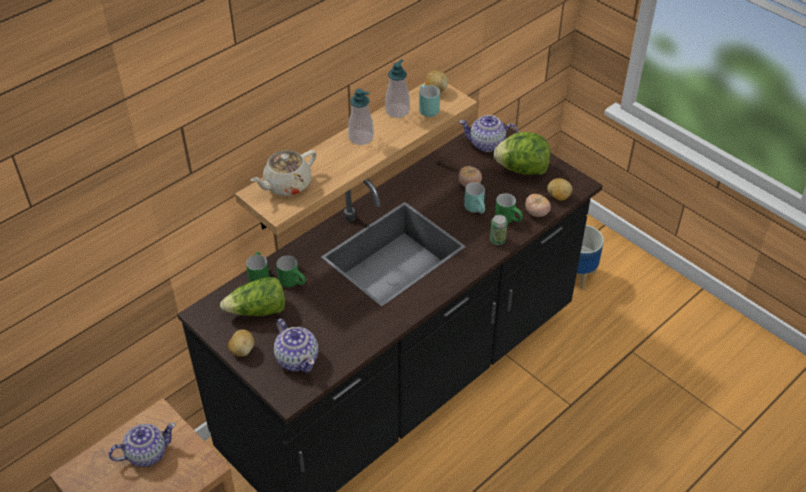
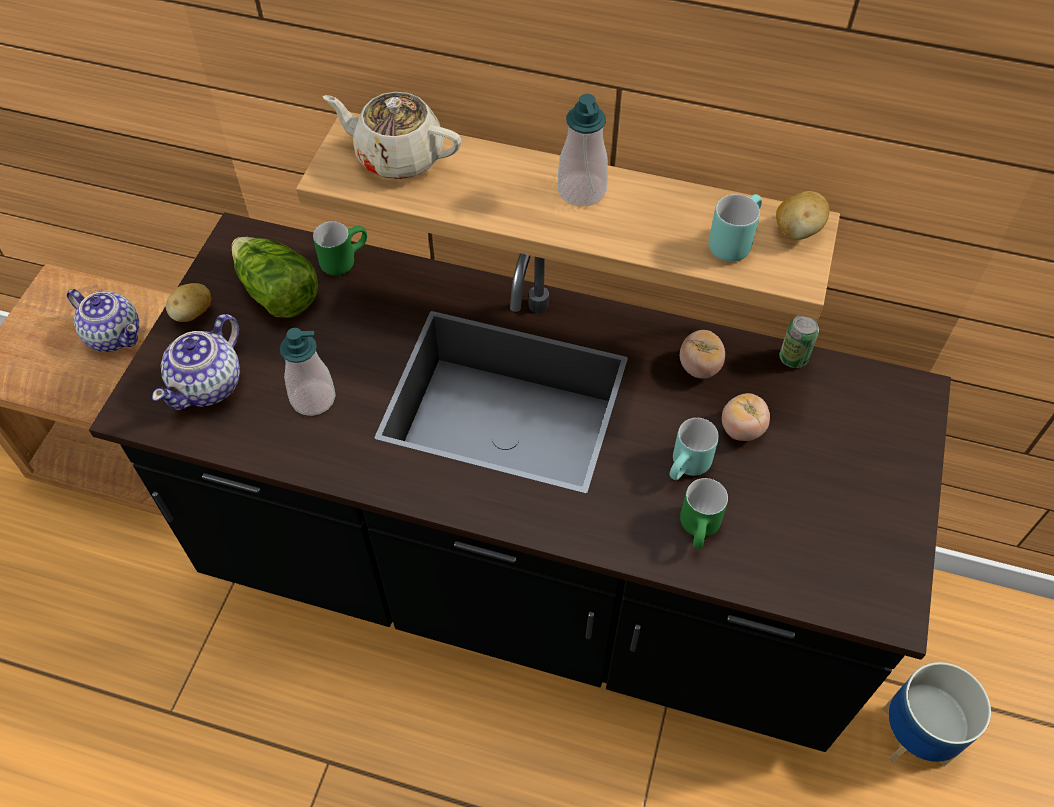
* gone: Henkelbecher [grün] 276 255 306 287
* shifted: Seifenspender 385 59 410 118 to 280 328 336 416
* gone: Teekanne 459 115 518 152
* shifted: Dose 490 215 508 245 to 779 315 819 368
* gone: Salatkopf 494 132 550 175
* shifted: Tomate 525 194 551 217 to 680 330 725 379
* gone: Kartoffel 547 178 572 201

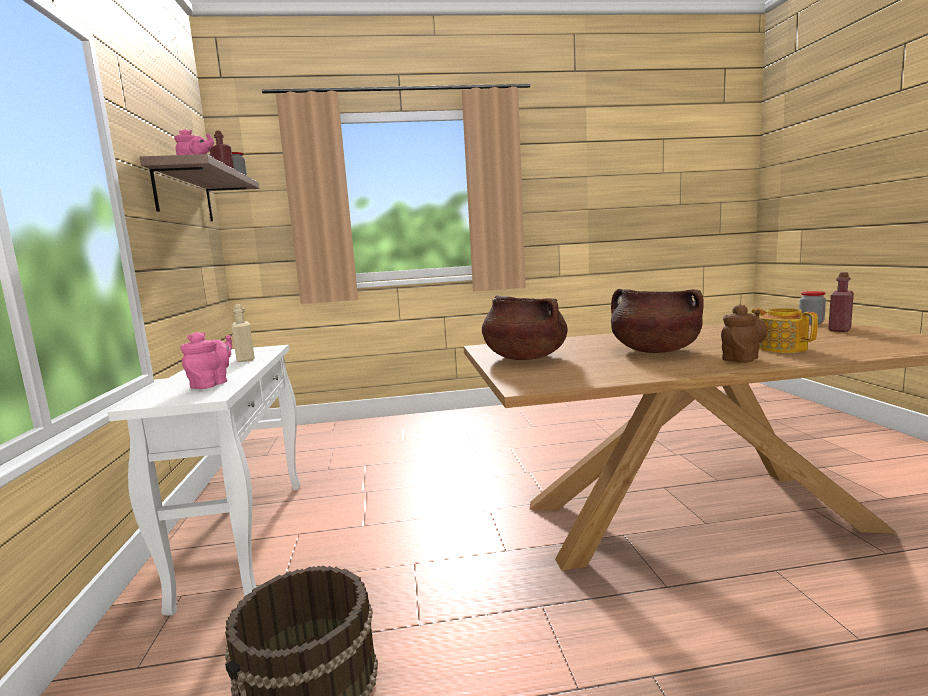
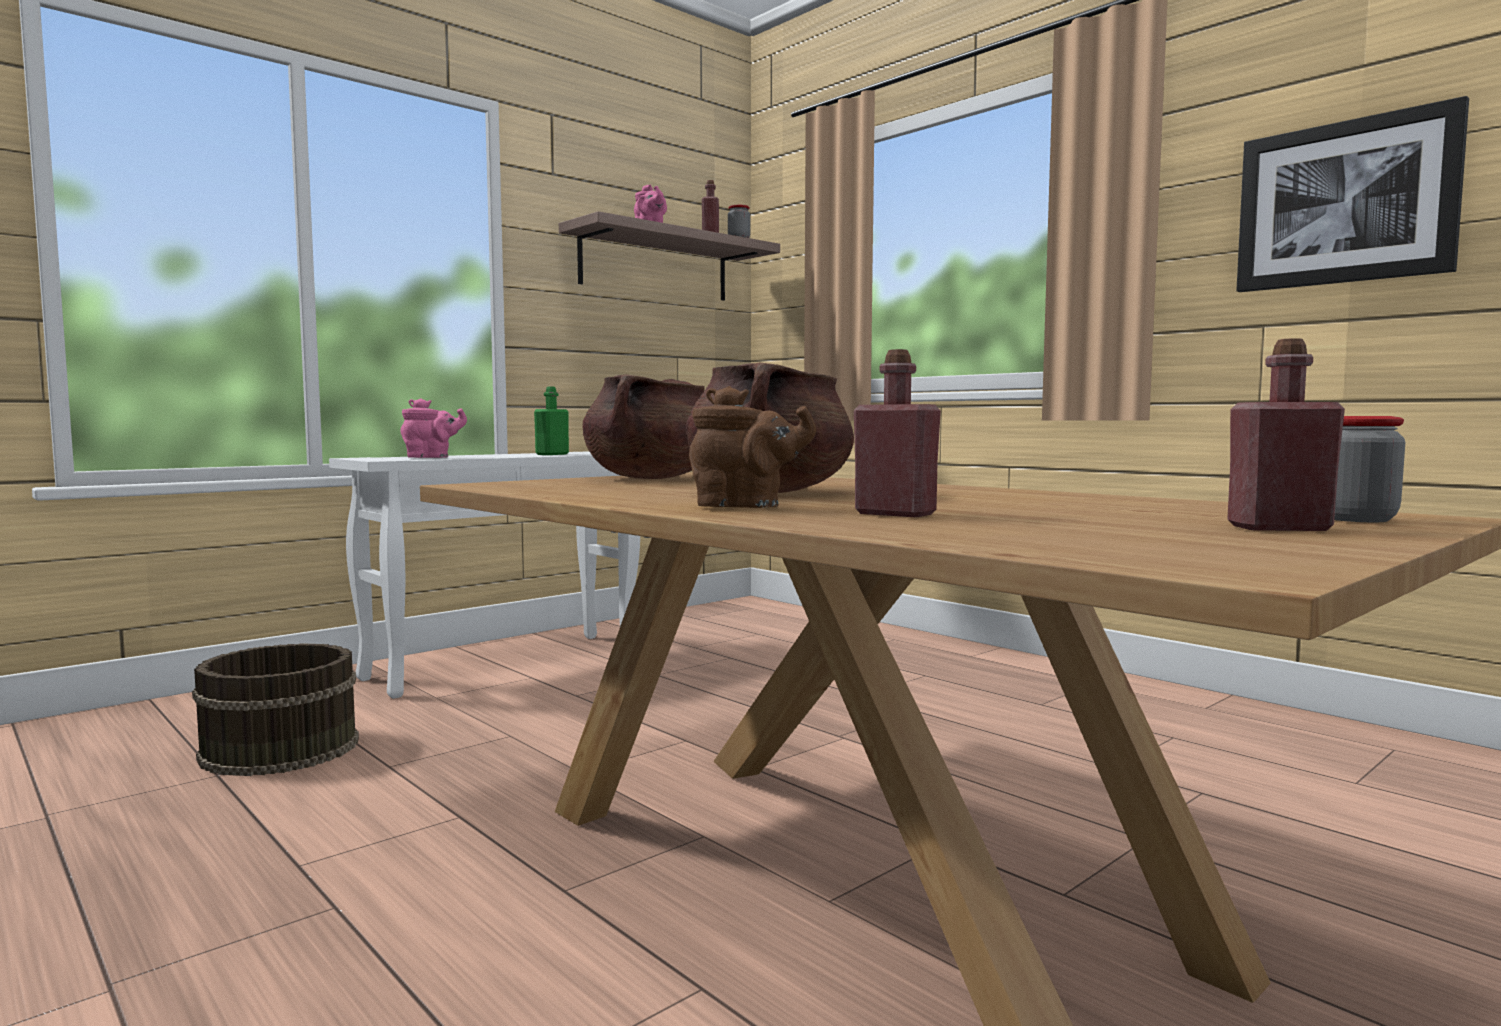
* repainted: Flasche [beige] 232 304 255 362 to Flasche [grün] 534 387 569 455
* swapped: Teekanne 752 308 818 353 to Flasche [rot] 854 349 941 517
* new: Bild 1236 96 1469 292

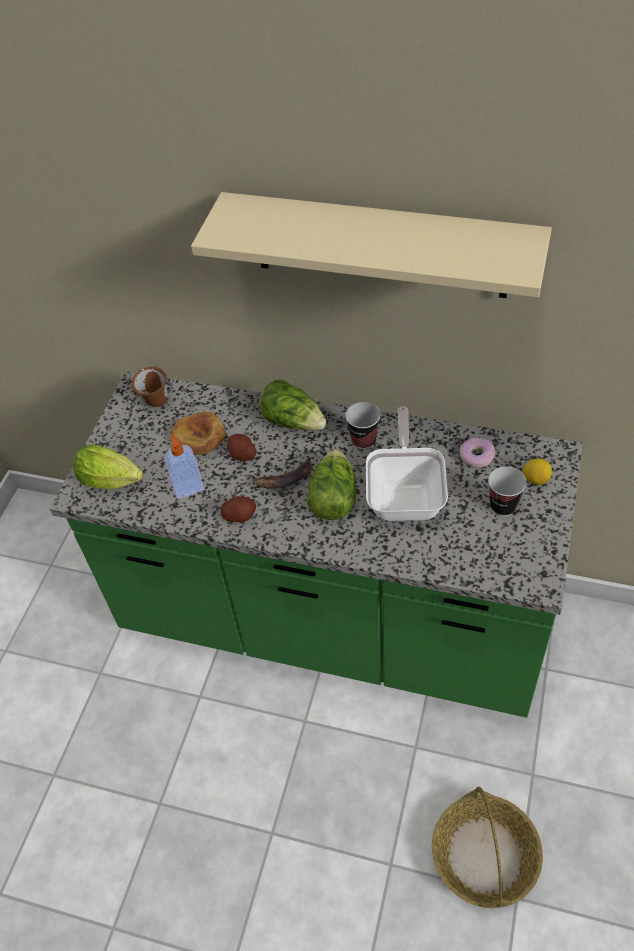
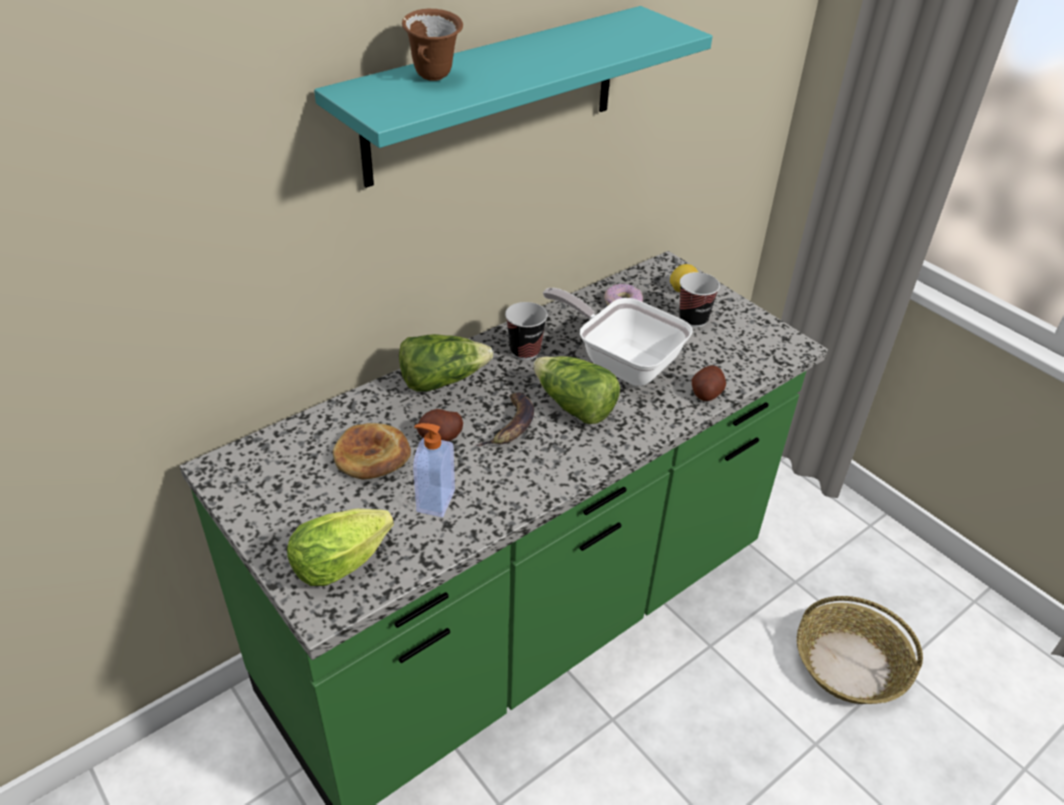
* shifted: Henkelbecher [braun] 132 366 168 407 to 402 9 463 81
* repainted: Wandregal [beige] 191 192 552 298 to Wandregal [türkis] 314 6 712 188
* shifted: Kartoffel 221 496 256 522 to 692 366 726 401

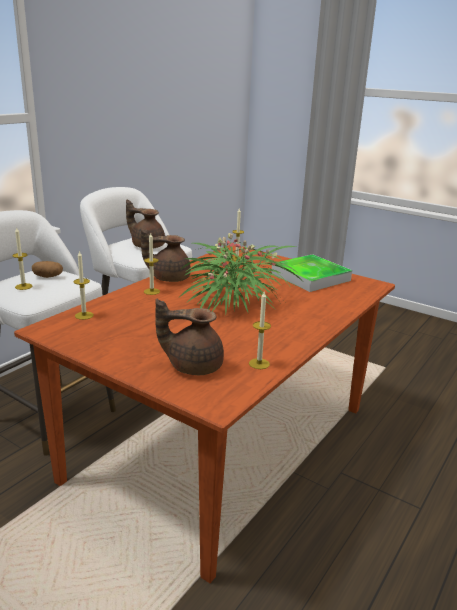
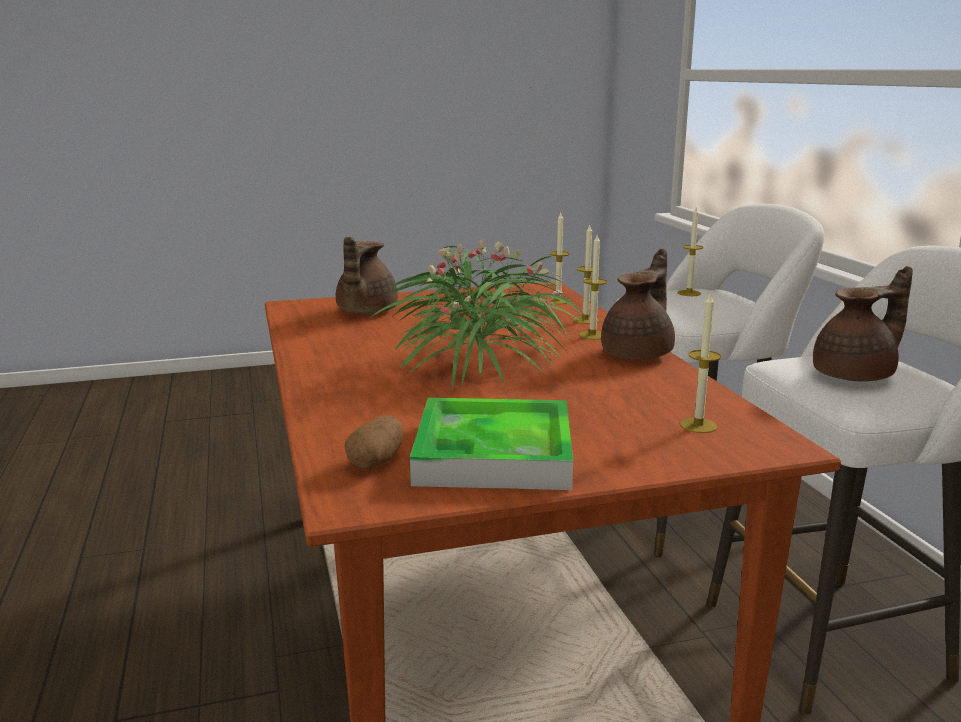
* shifted: Kartoffel 32 261 63 278 to 344 415 403 469
* rotated: Teekanne [braun] 155 299 224 375 = 336 237 398 314 150 degrees clockwise
* shifted: Kerze 249 292 271 369 to 573 224 599 324

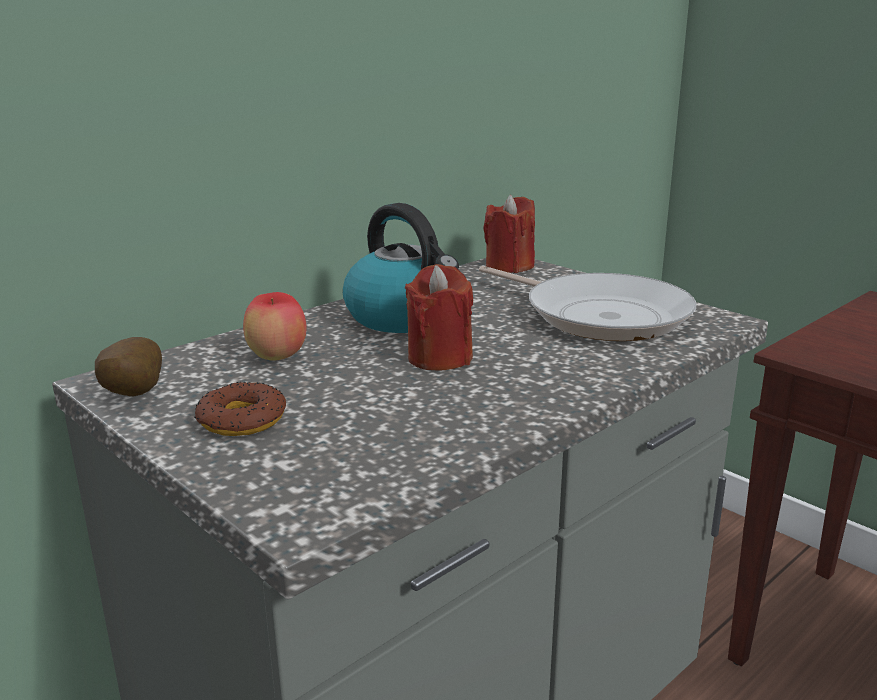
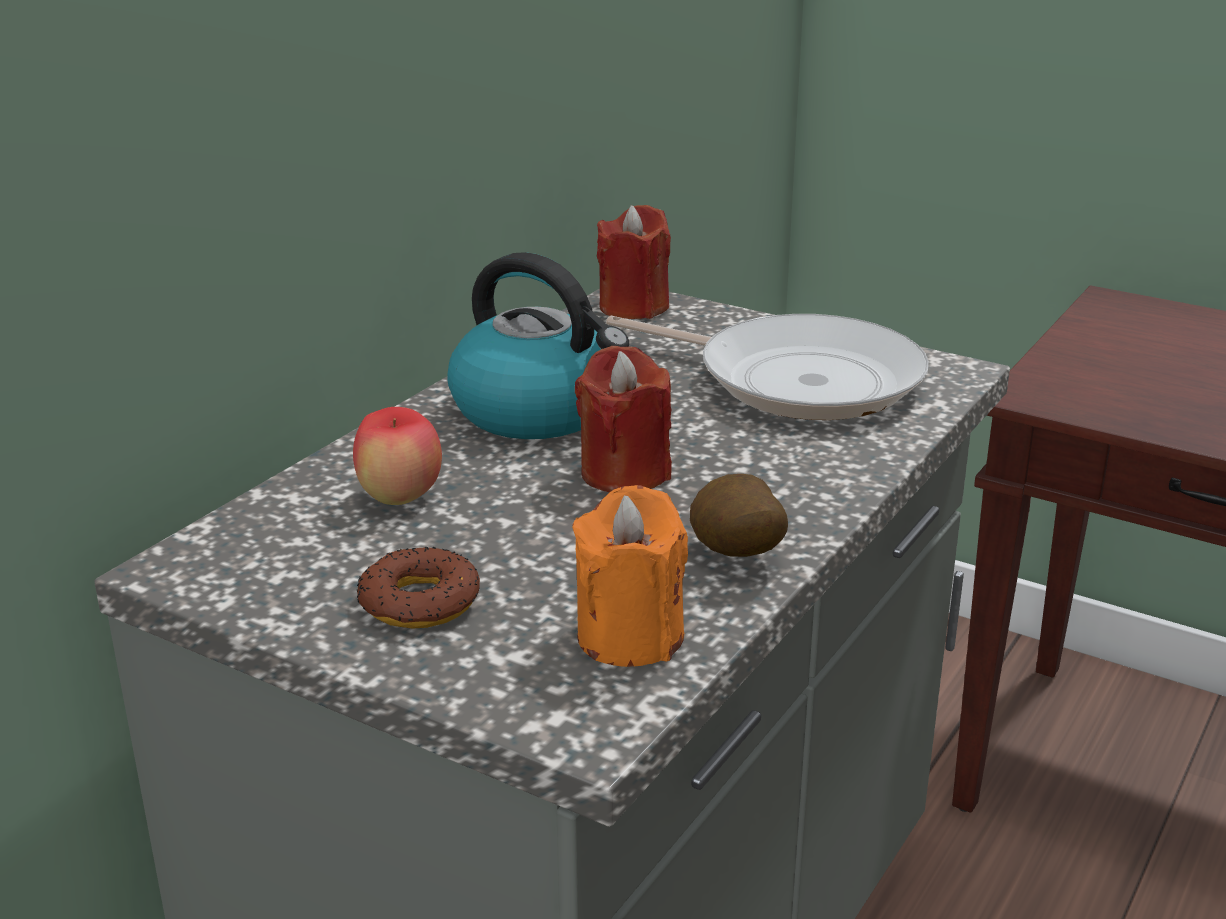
* shifted: Kartoffel 95 337 162 396 to 690 474 788 557
* new: Kerze [orange] 572 485 688 667

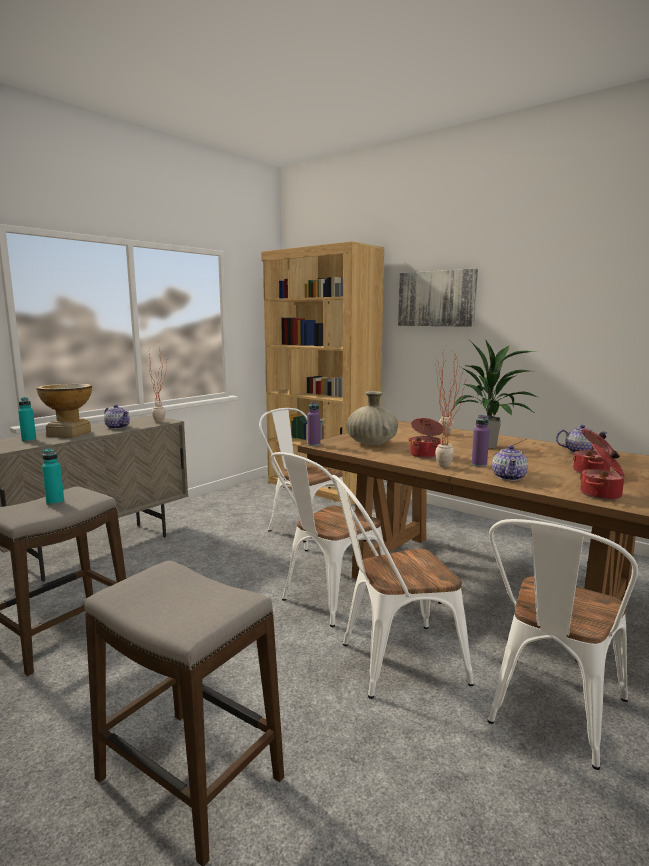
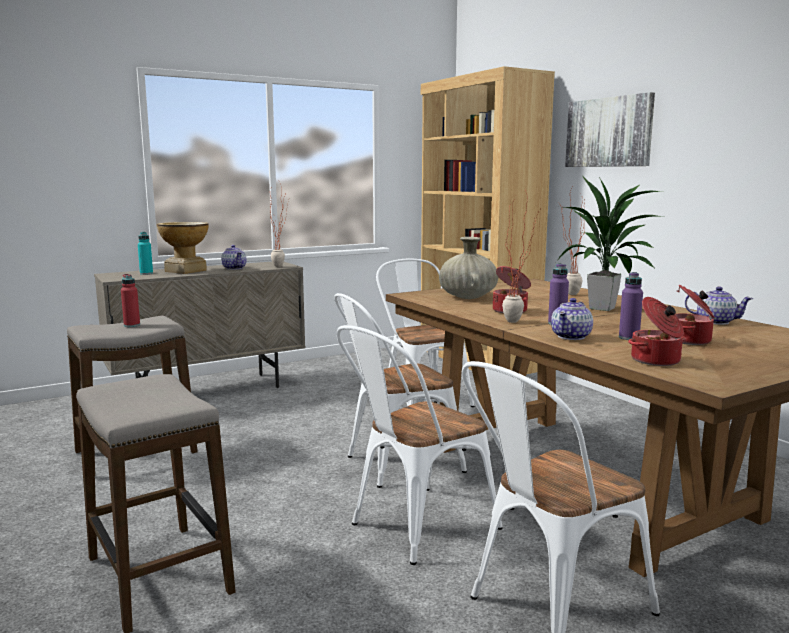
* repainted: Flasche [türkis] 42 449 64 505 to Flasche [rot] 121 274 140 327
* shifted: Flasche [lila] 307 401 320 446 to 619 272 643 340
* rotated: Stuhl [weiß] 332 475 474 699 = 337 325 502 565 45 degrees counterclockwise

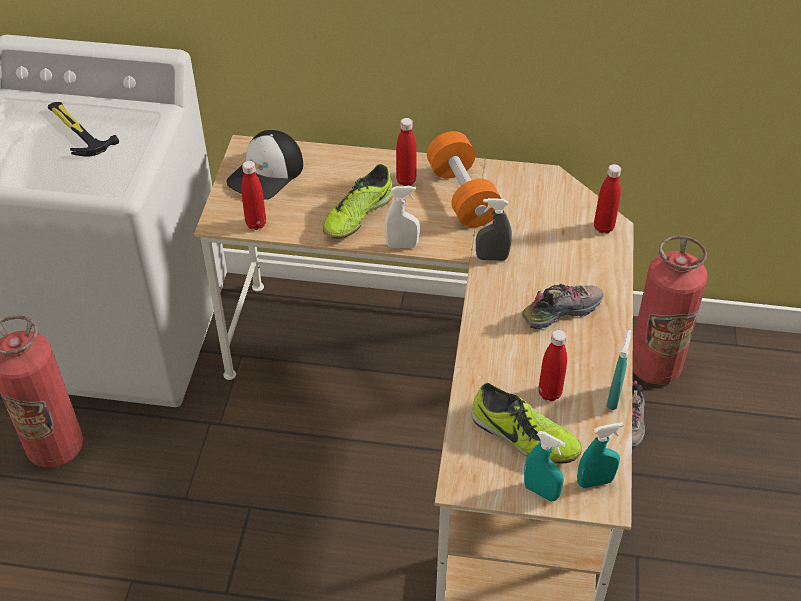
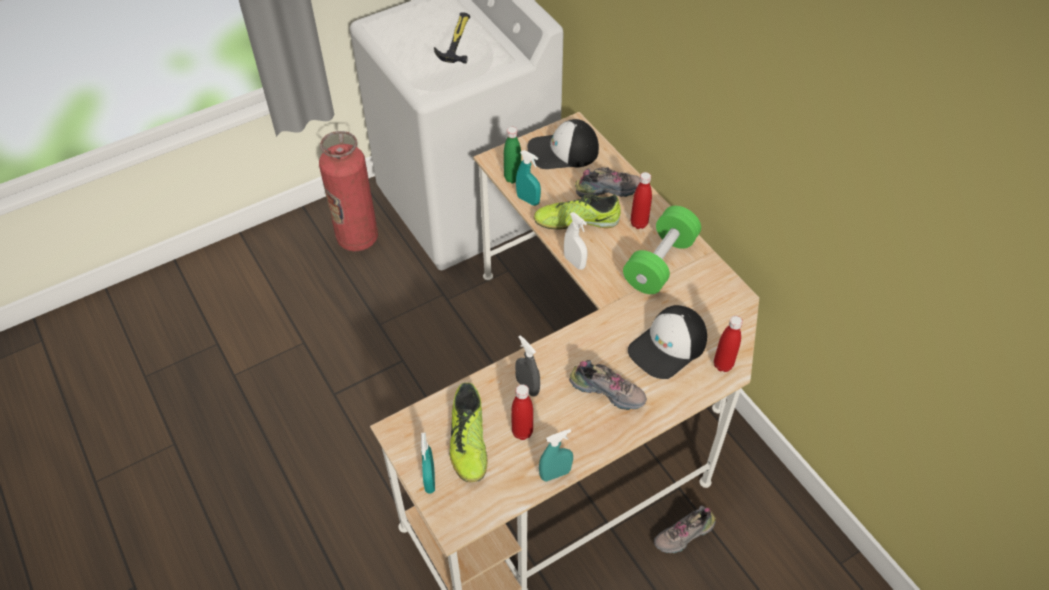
* repainted: Flasche [rot] 241 161 266 230 to Flasche [grün] 504 127 521 183
* repainted: Hantel [orange] 427 131 501 227 to Hantel [grün] 623 206 701 294
* shifted: Sprühflasche [grau] 476 198 512 261 to 515 335 540 396
* shifted: Sprühflasche [türkis] 577 422 624 488 to 516 150 541 206
* gone: Feuerlöscher 632 235 708 384
* new: Schuh 575 167 640 197
* new: Kappe 628 305 707 379

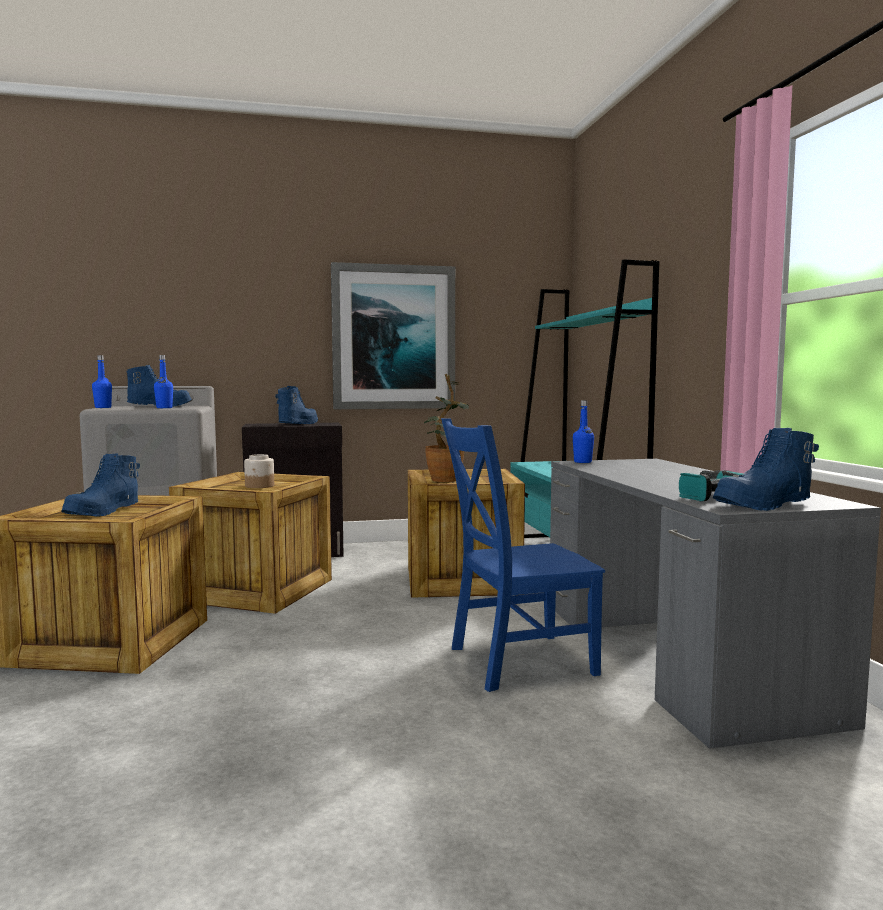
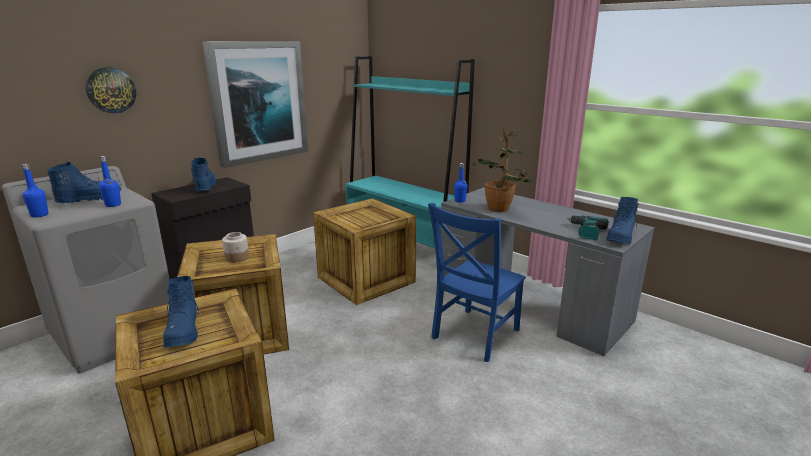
* shifted: Topfpflanze 424 374 469 482 to 473 128 533 212
* new: Wanduhr 86 67 136 114

